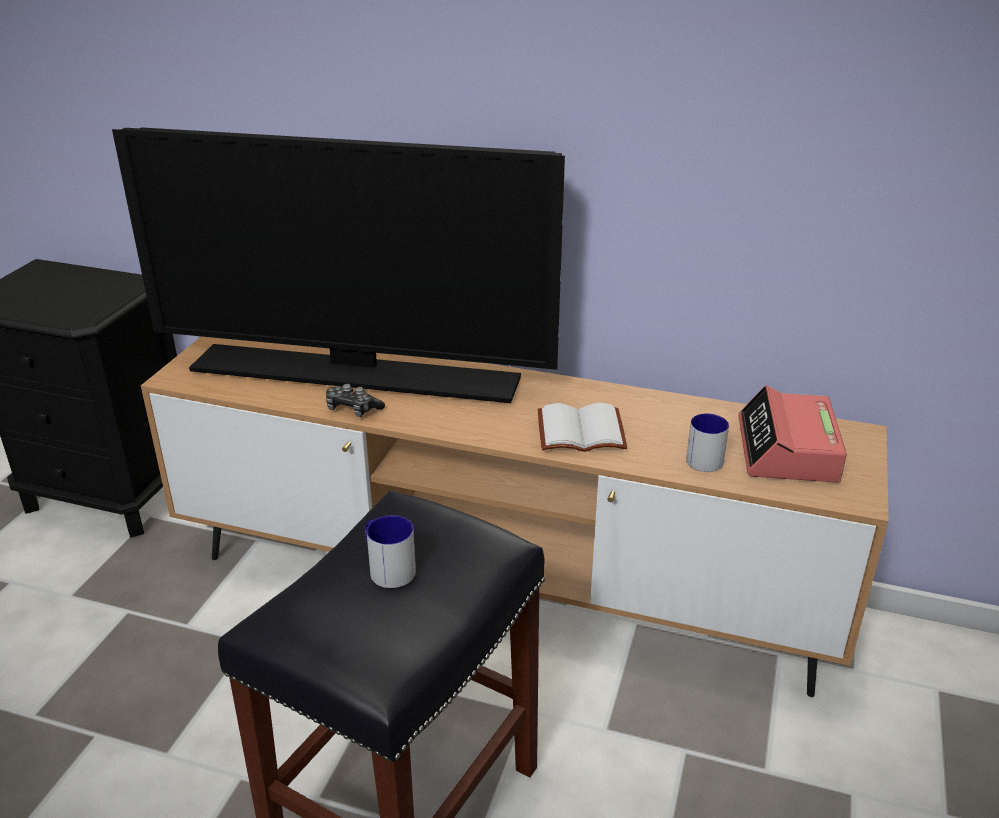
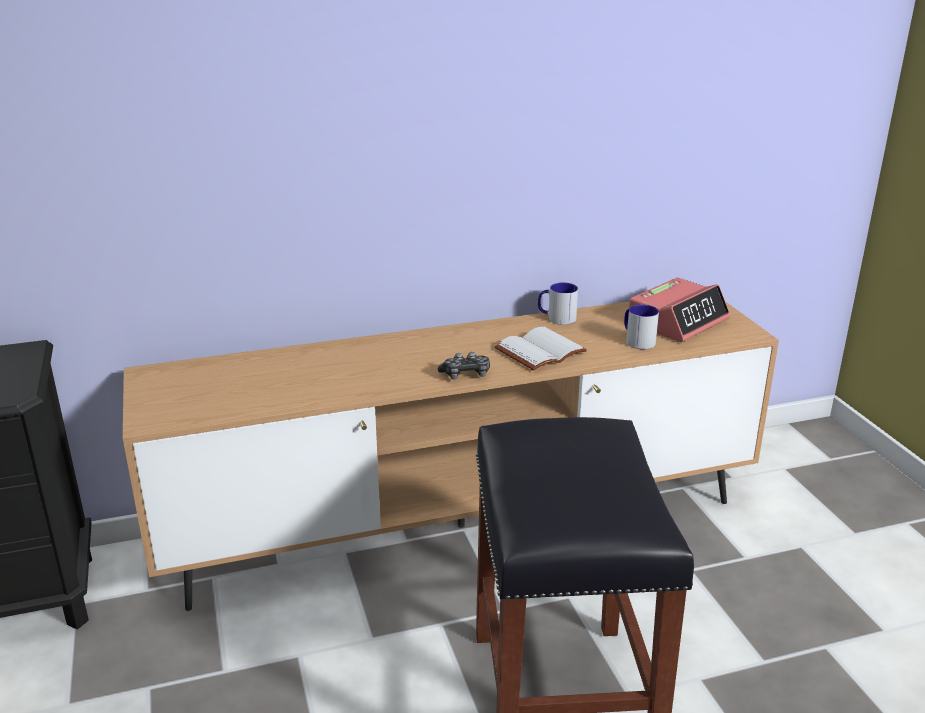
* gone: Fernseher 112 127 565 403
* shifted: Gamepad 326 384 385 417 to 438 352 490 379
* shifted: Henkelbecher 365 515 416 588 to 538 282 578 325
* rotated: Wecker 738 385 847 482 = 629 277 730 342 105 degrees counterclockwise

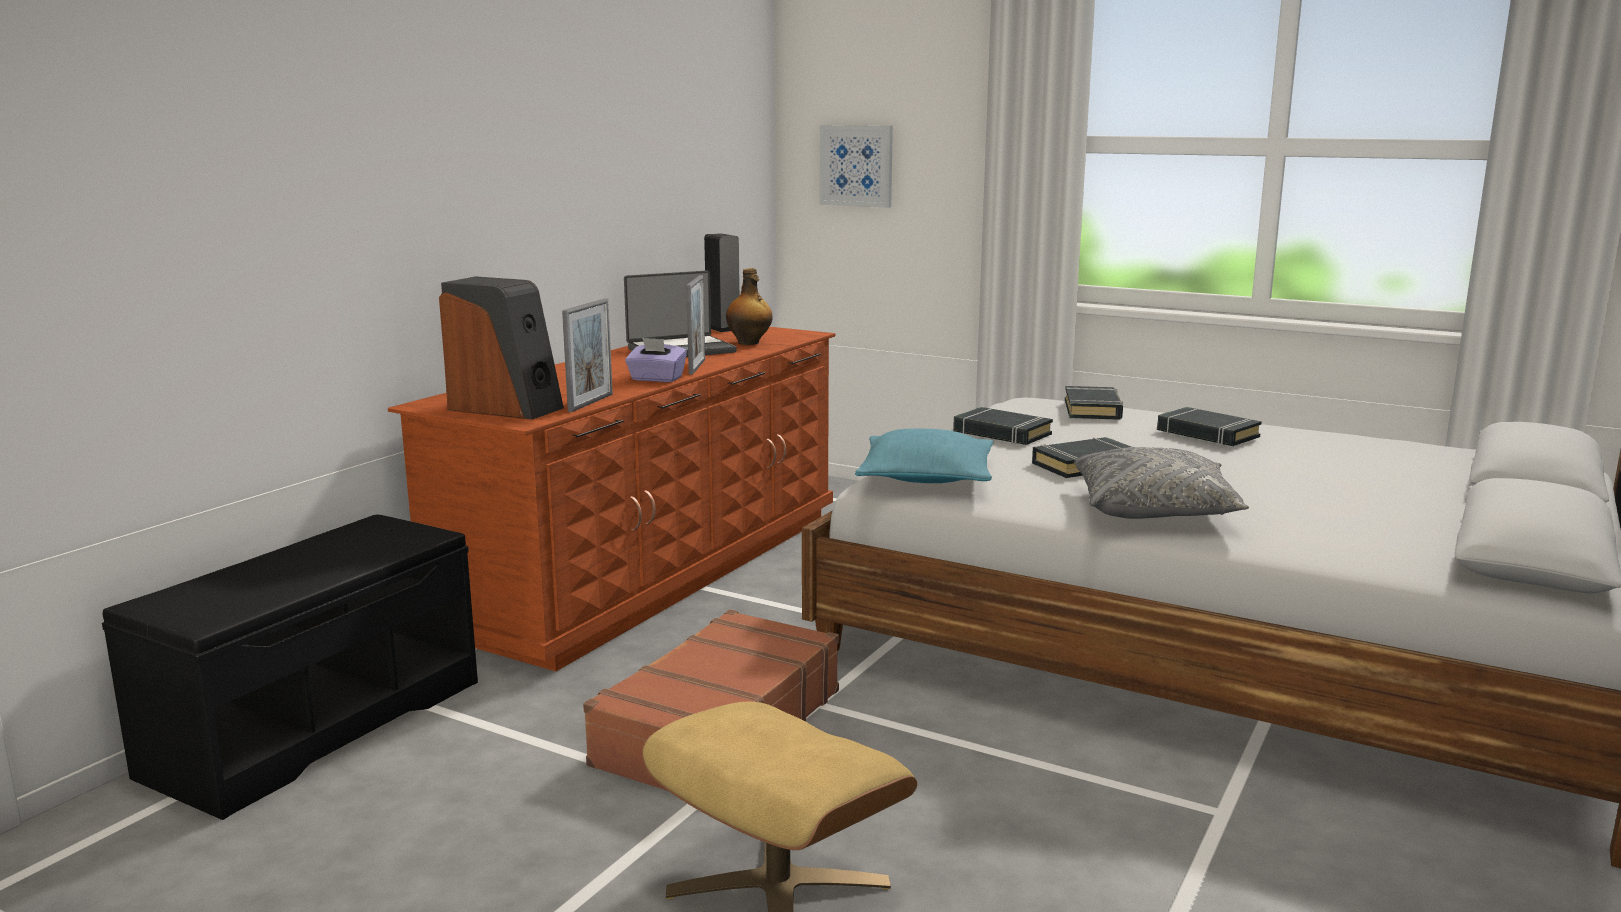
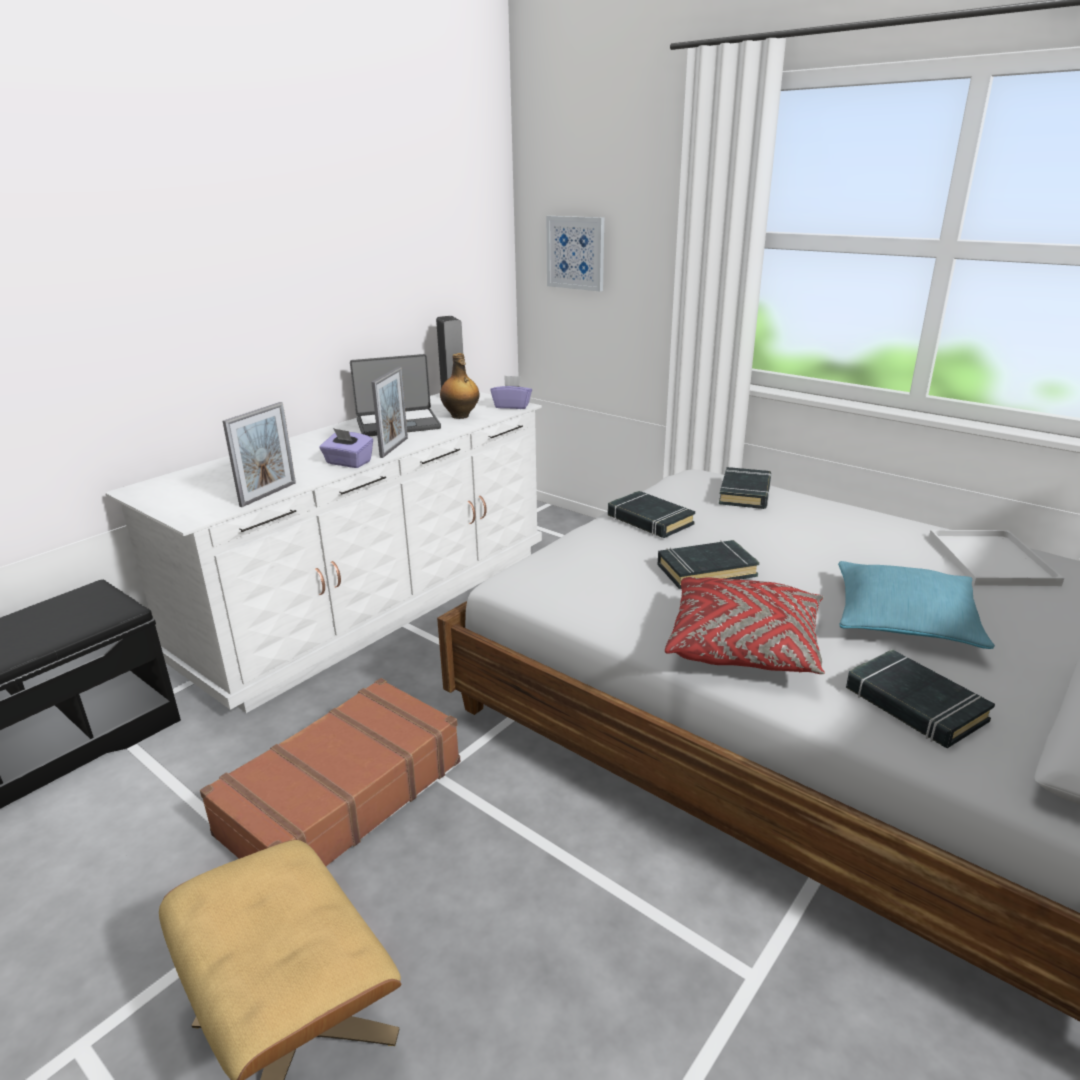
* repainted: Kommode [braun] 388 327 835 671 to Kommode [weiß] 105 392 542 713
* gone: Lautsprecher 439 276 564 420
* shifted: Kissen [türkis] 855 429 993 483 to 838 561 995 649
* repainted: Kissen [grau] 1074 447 1249 519 to Kissen [rot] 665 577 825 674
* shifted: Buch [schwarz] 1157 407 1262 446 to 846 649 995 748
* new: Taschentuchbox [lila] 491 376 532 409
* new: Tablett [weiß] 929 530 1064 586

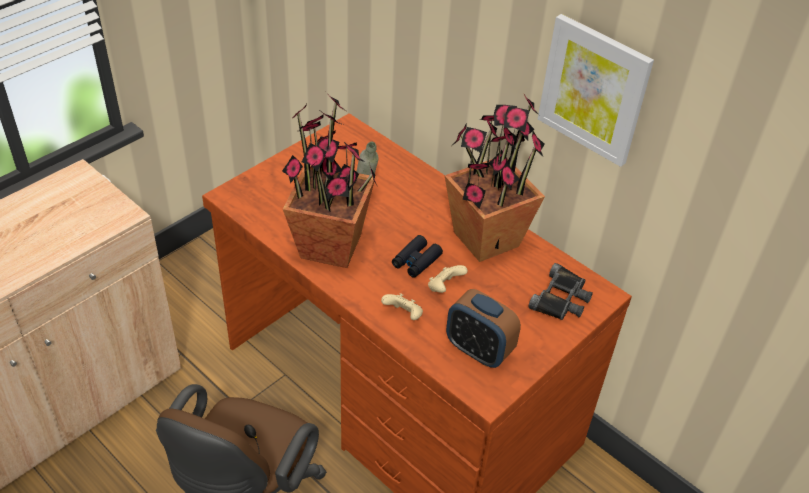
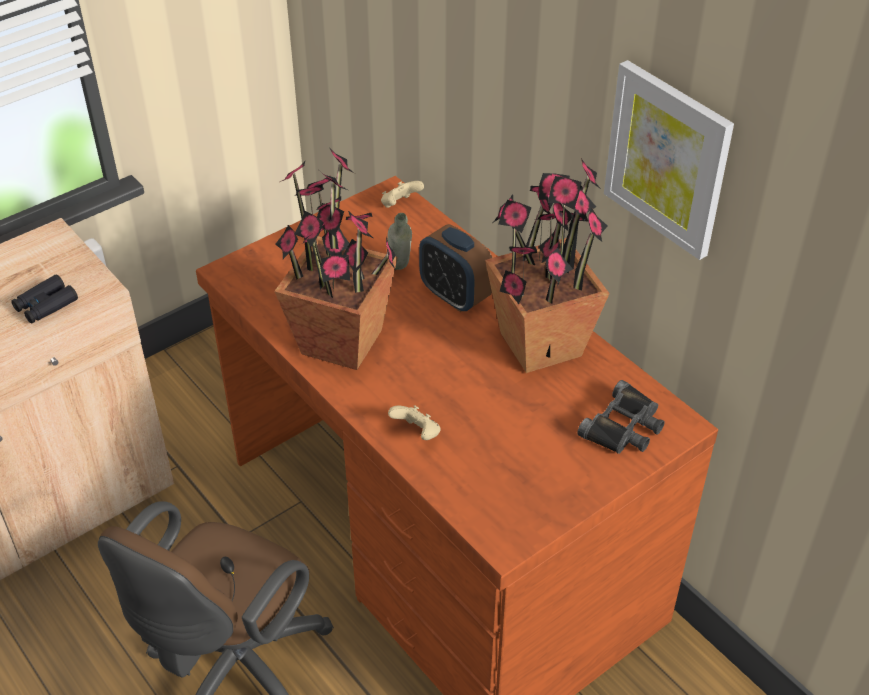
* shifted: Fernglas [schwarz] 392 235 443 278 to 11 274 78 323
* shifted: Gamepad [beige] 428 265 468 293 to 381 181 424 208
* shifted: Wecker 446 289 521 368 to 419 224 493 312

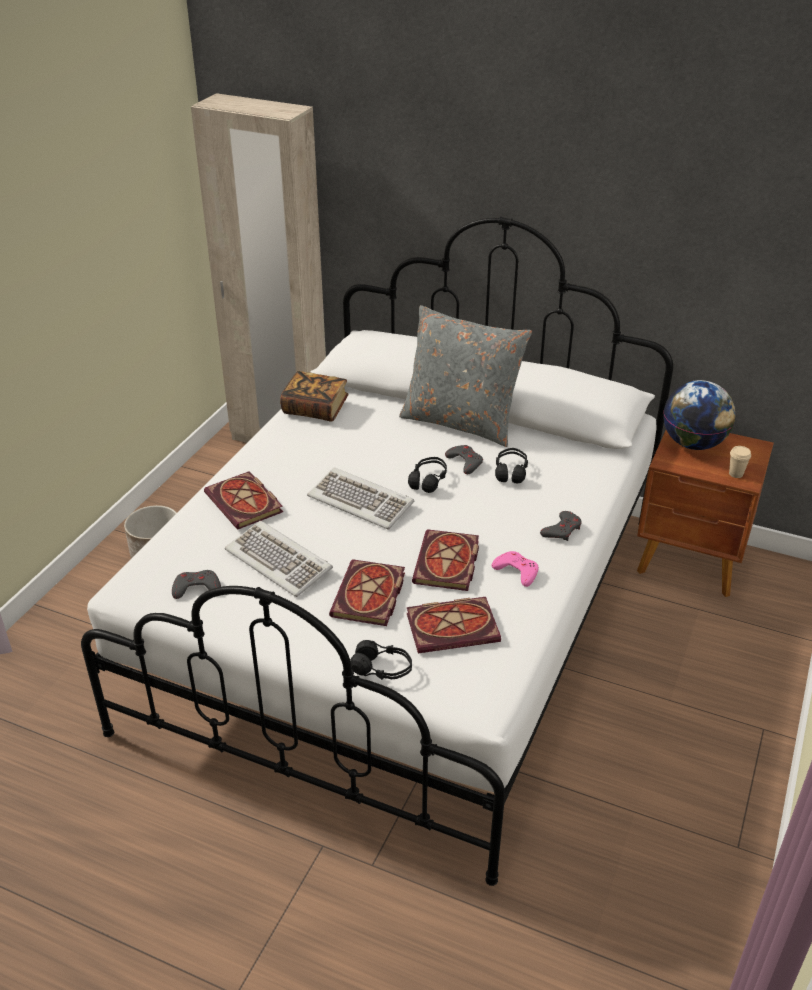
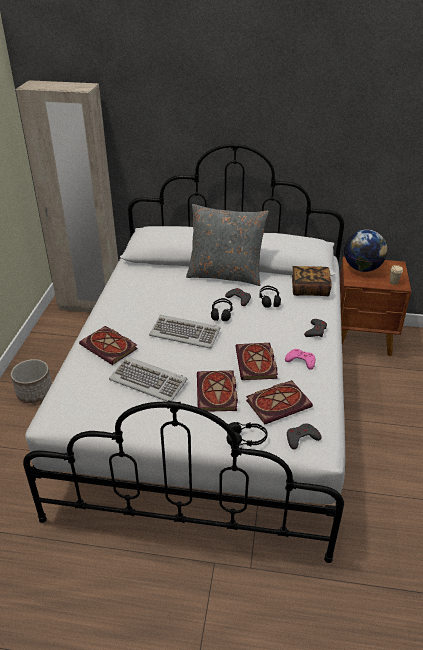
* shifted: Gamepad [grau] 172 570 221 599 to 287 423 322 450
* shifted: Buch 280 371 349 422 to 292 266 332 296

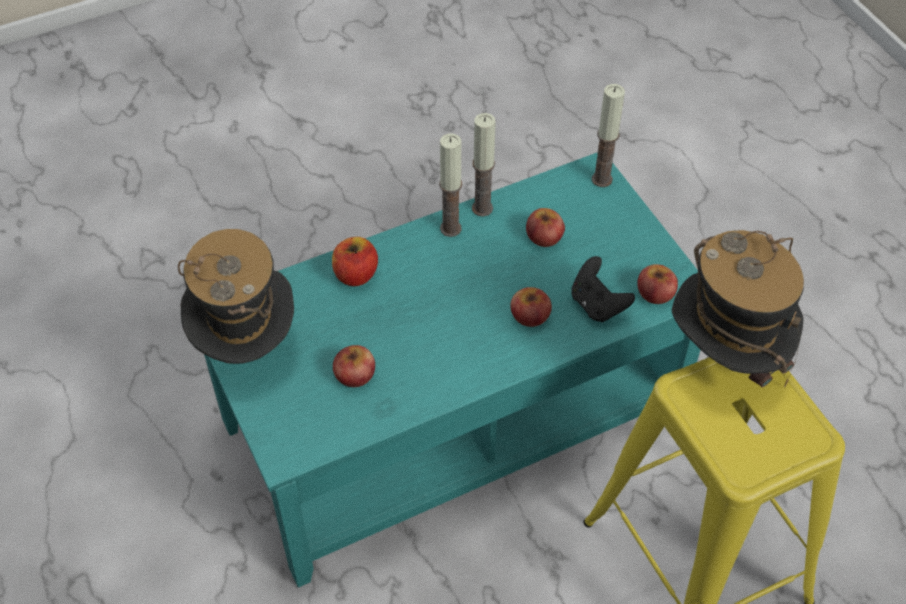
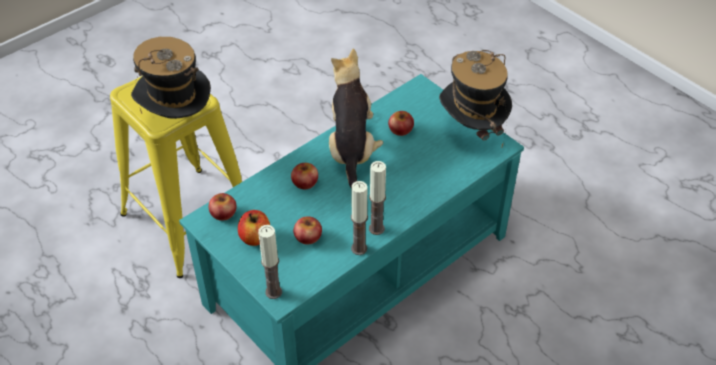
* shifted: Apfel 332 237 378 286 to 238 210 270 246
* gone: Gamepad [schwarz] 571 256 635 322
* new: Plüschtier 329 49 383 187

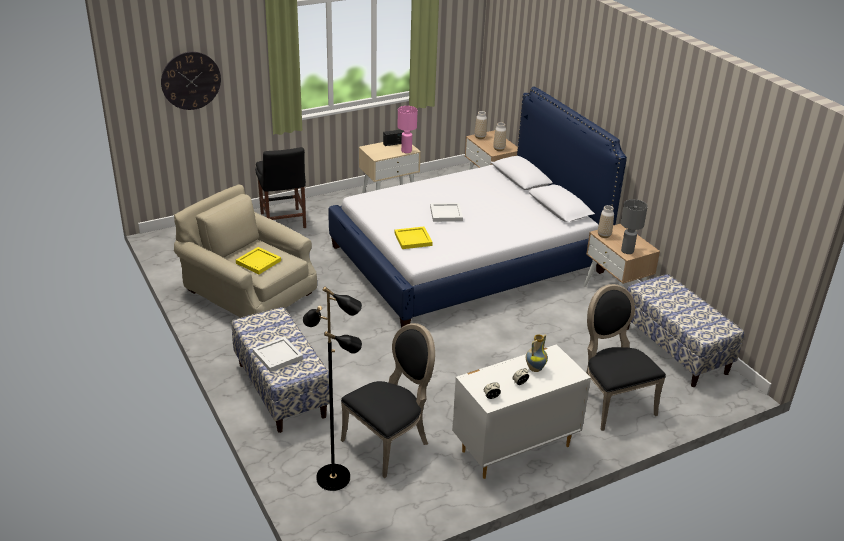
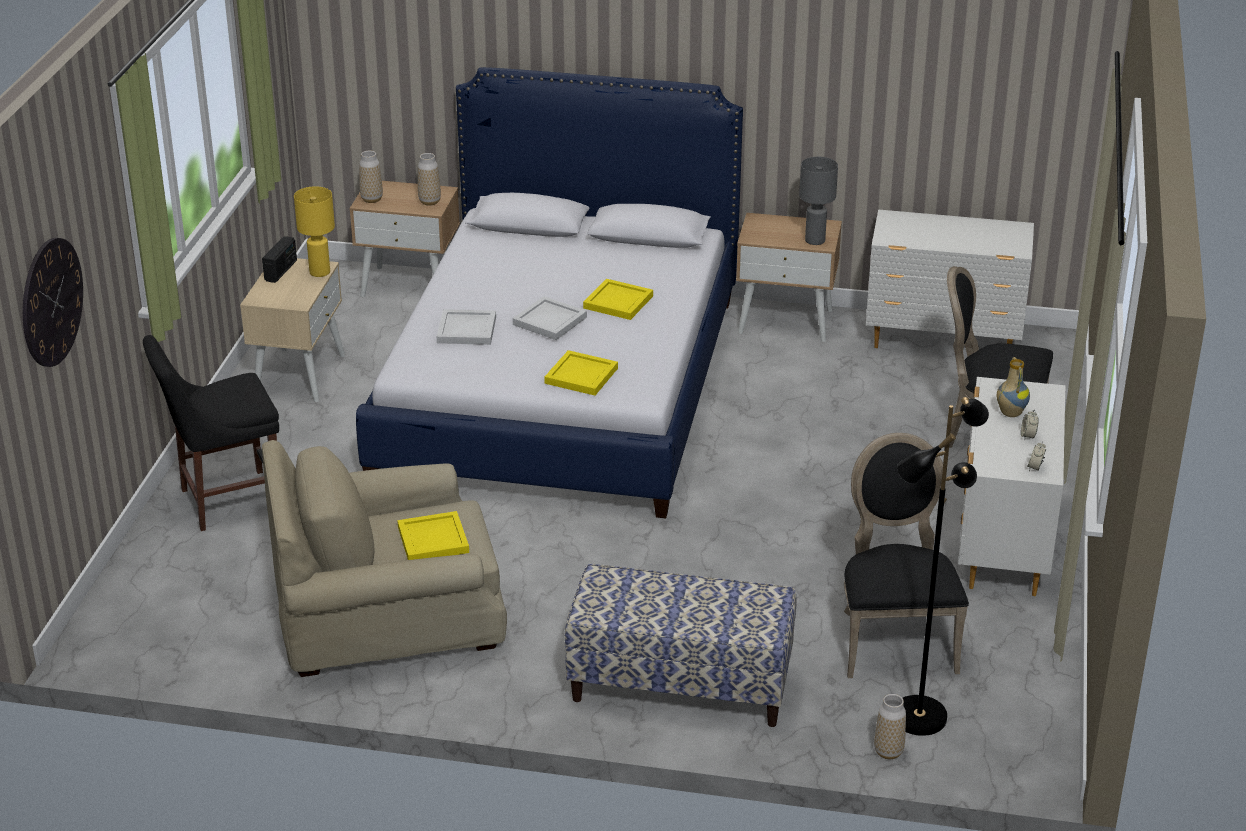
* shifted: Tablett [weiß] 253 337 303 372 to 437 309 496 345
* rotated: Stuhl [schwarz] 255 147 306 228 = 143 335 279 531 135 degrees clockwise
* repainted: Tischlampe [rosa] 397 106 417 153 to Tischlampe [gelb] 294 186 335 277
* shifted: Vase 598 205 614 238 to 874 694 906 759
* swapped: Bank 627 274 744 387 to Kommode [weiß] 866 209 1034 348
* new: Tablett [gelb] 583 279 653 320

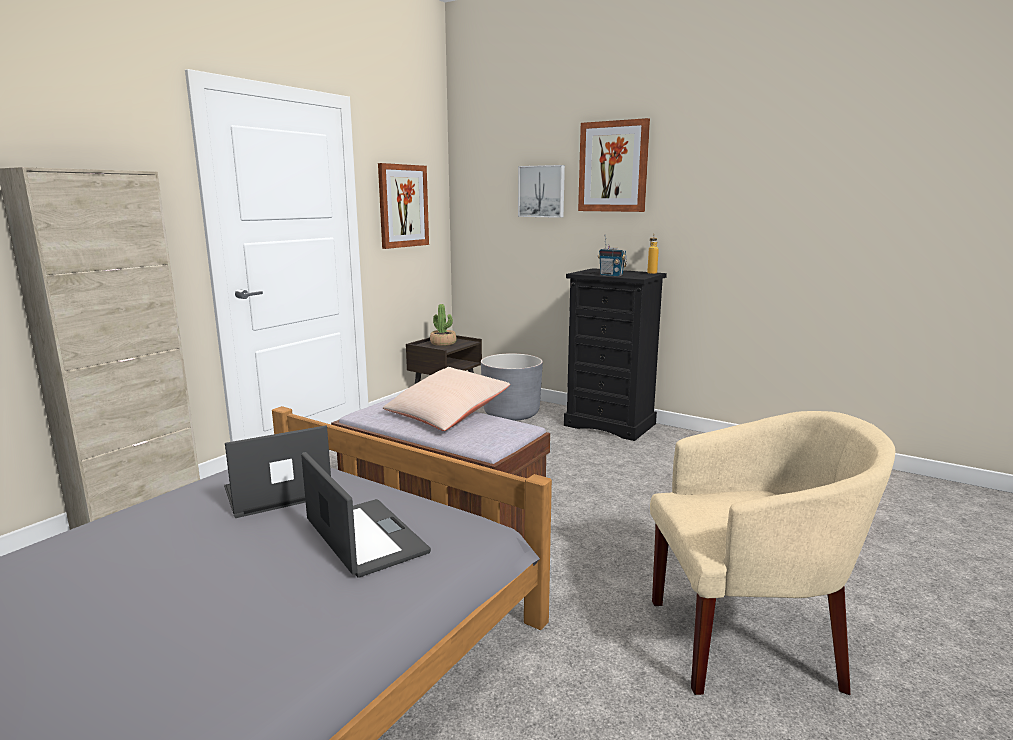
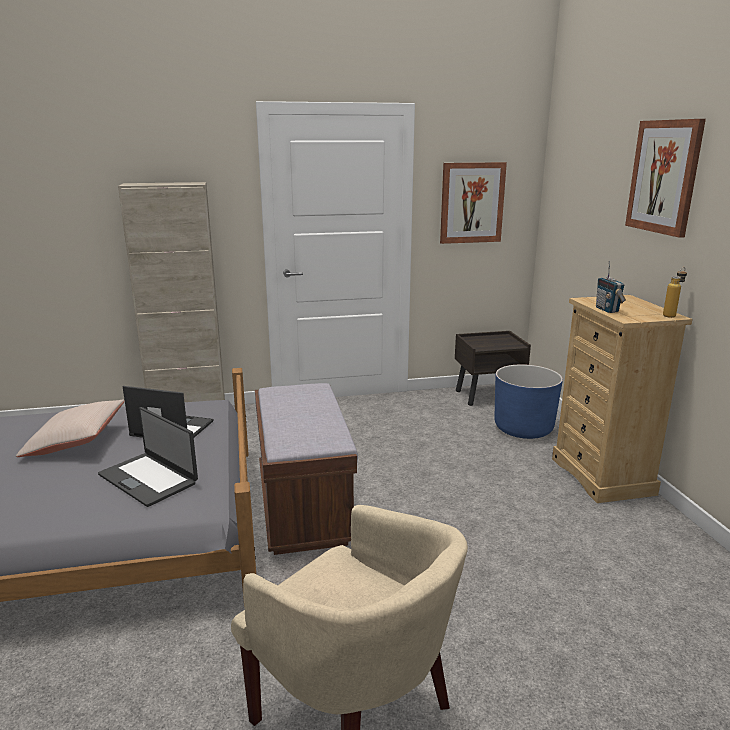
* rotated: Laptop 301 452 431 578 = 98 407 198 507 120 degrees clockwise
* shifted: Kissen [beige] 383 367 510 431 to 16 400 125 457
* gone: Topfpflanze 430 304 457 346
* repainted: Pflanzkübel [grau] 481 353 543 421 to Pflanzkübel [blau] 495 364 563 439
* gone: Bild 518 165 565 218
* repainted: Kommode [schwarz] 564 268 667 441 to Kommode [beige] 552 295 693 503

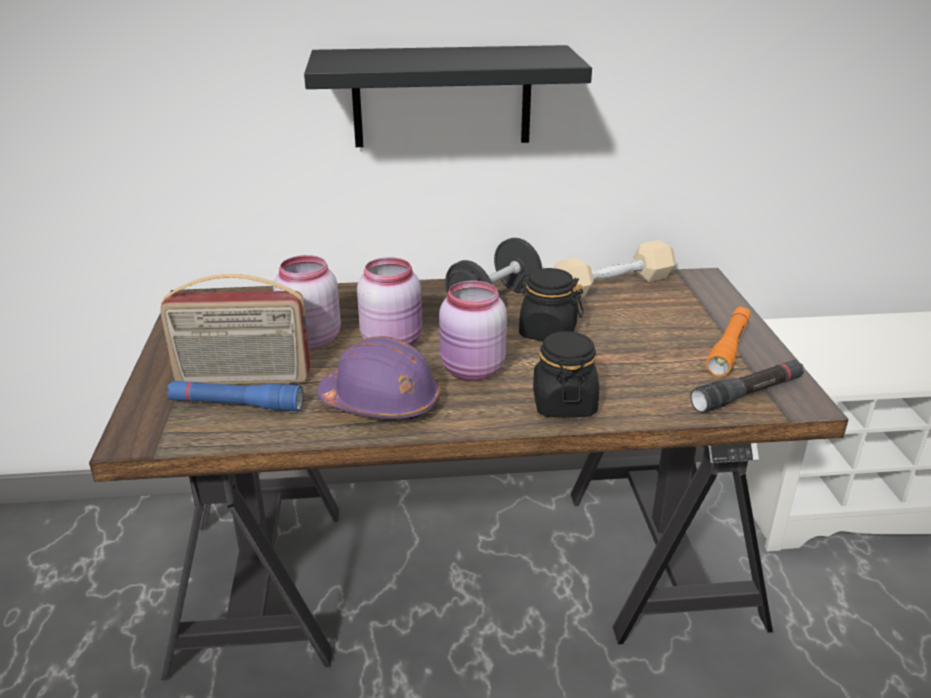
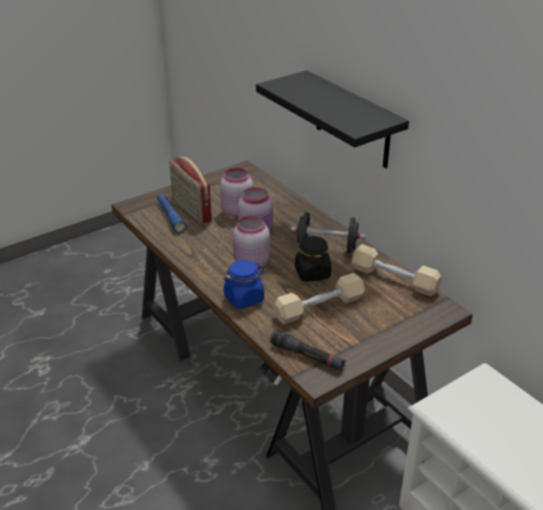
* gone: Schutzhelm [lila] 317 336 441 419
* repainted: Vorratsglas [schwarz] 533 331 599 418 to Vorratsglas [blau] 223 260 265 309
* gone: Taschenlampe [orange] 706 307 751 376
* new: Hantel [beige] 274 273 365 325

